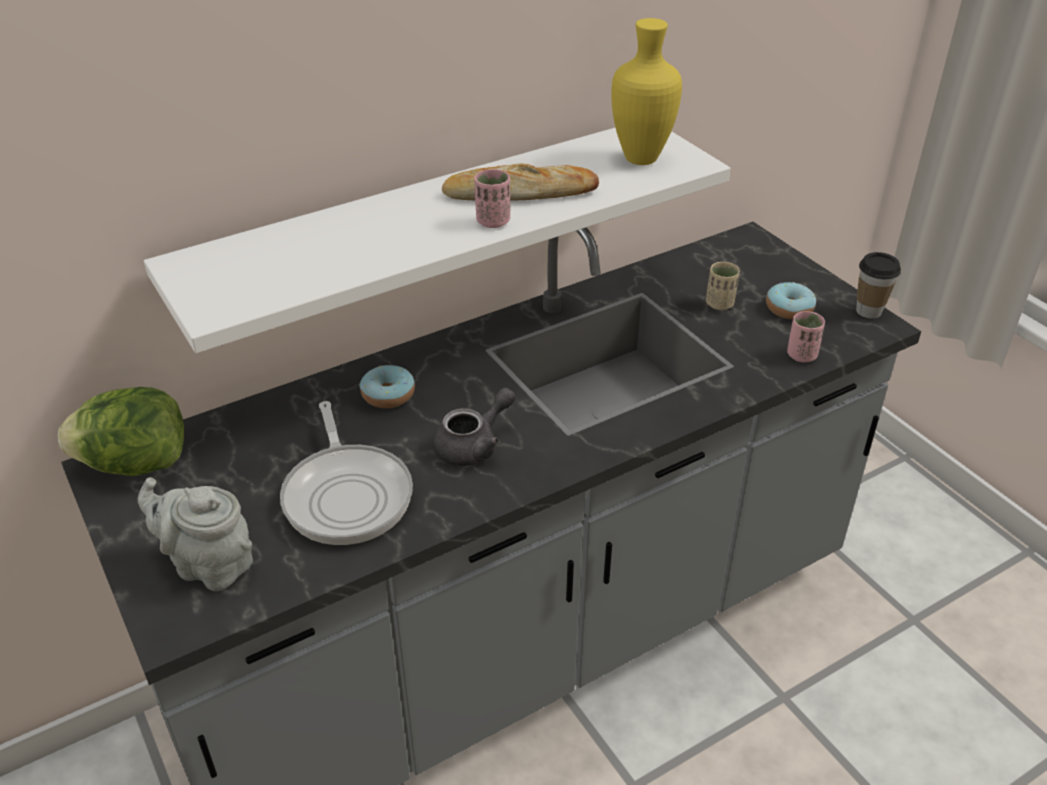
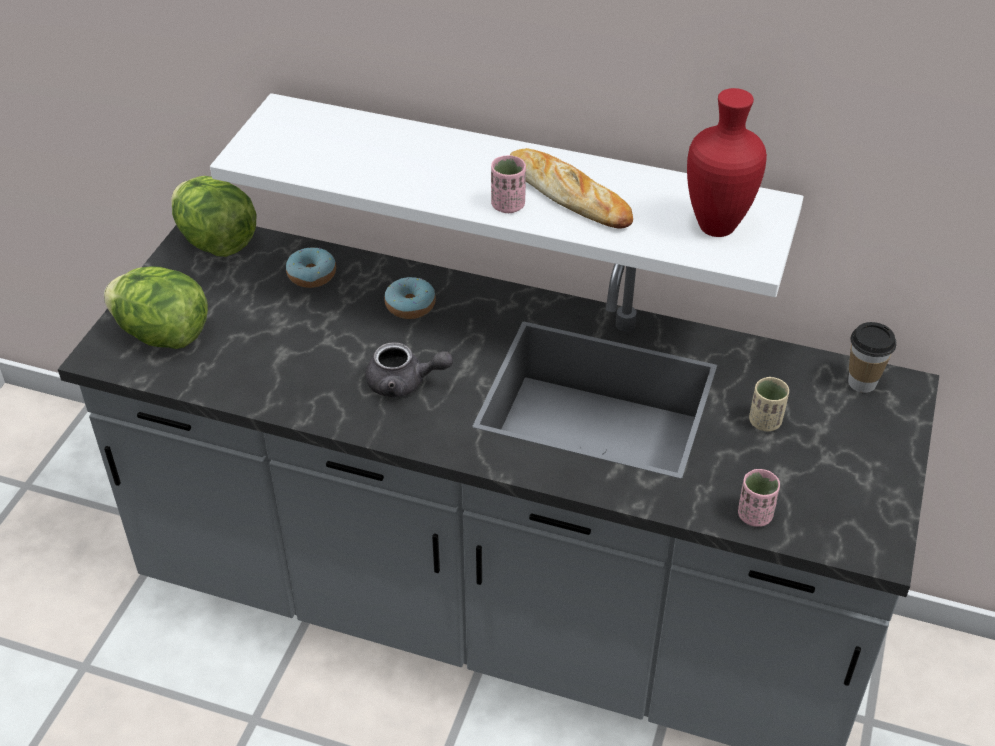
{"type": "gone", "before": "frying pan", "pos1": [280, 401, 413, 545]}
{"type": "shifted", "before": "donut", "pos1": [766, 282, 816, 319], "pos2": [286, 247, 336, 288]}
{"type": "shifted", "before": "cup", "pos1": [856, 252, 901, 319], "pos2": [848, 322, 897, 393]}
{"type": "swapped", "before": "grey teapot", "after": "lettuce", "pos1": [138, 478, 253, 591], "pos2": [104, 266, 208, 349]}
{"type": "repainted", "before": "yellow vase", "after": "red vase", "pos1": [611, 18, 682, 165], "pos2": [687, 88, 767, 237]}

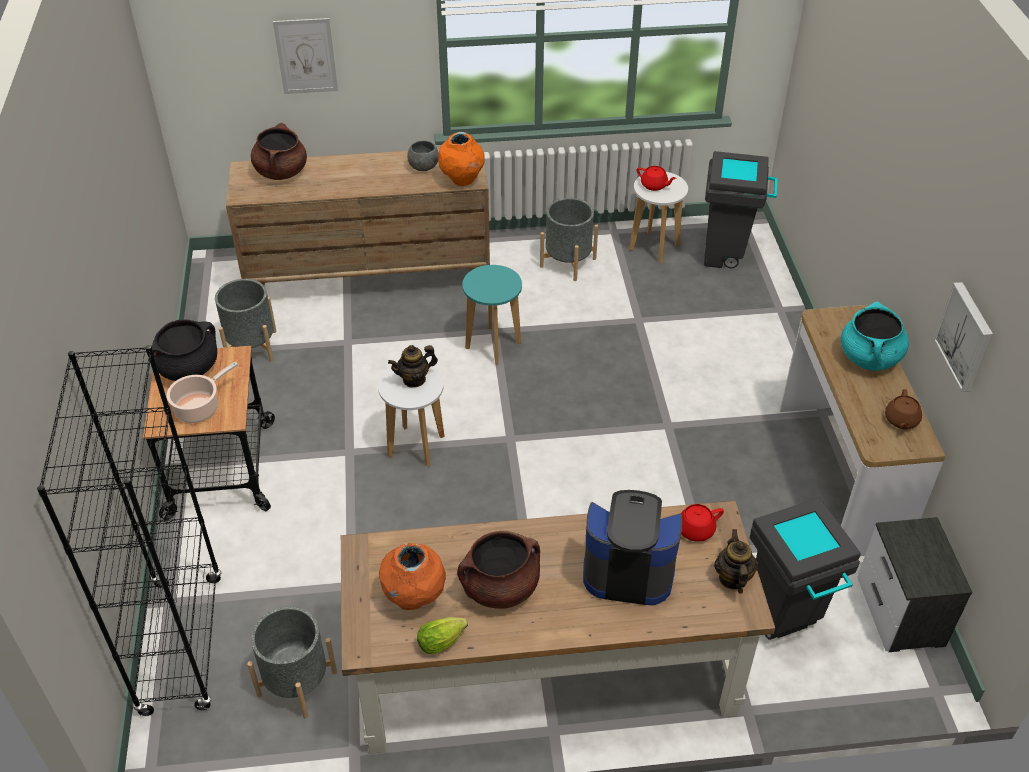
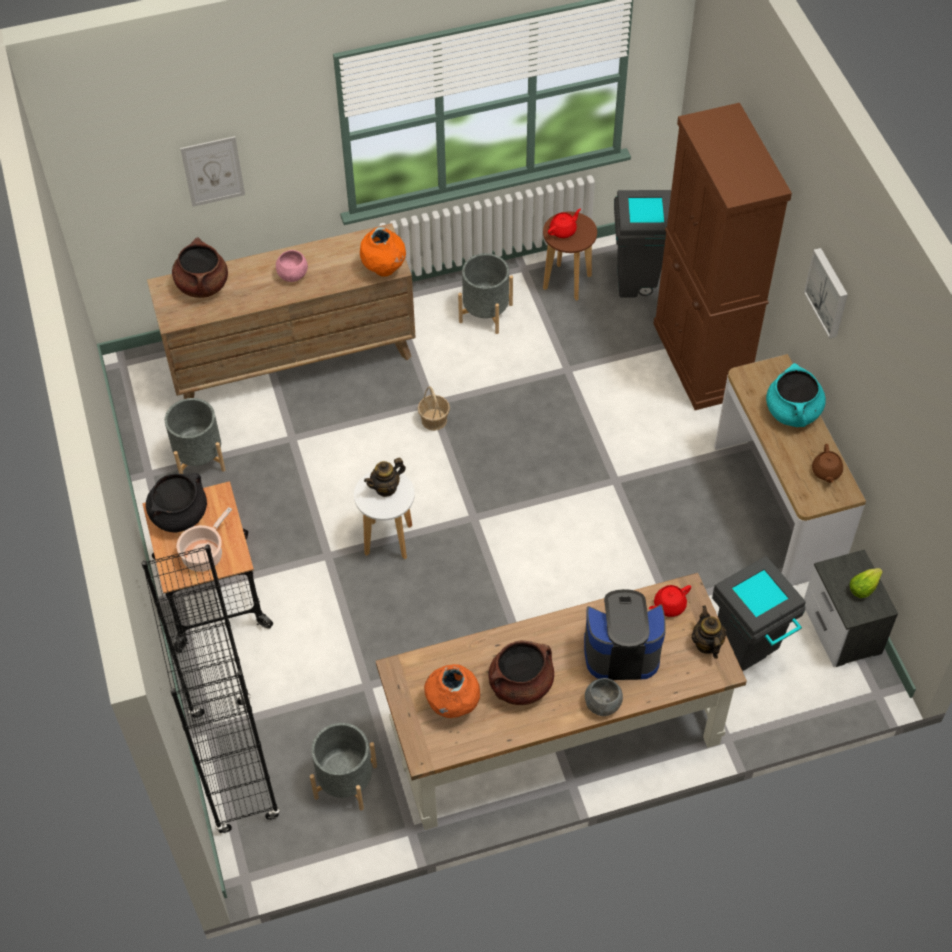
{"type": "new", "after": "pink bowl", "pos2": [276, 250, 308, 282]}
{"type": "new", "after": "brown cabinet", "pos2": [653, 103, 792, 410]}
{"type": "shifted", "before": "grey bowl", "pos1": [407, 140, 439, 171], "pos2": [585, 678, 623, 716]}
{"type": "shifted", "before": "lettuce", "pos1": [417, 617, 468, 654], "pos2": [849, 568, 883, 598]}
{"type": "shifted", "before": "picture", "pos1": [934, 282, 993, 392], "pos2": [804, 248, 848, 339]}
{"type": "swapped", "before": "turquoise stool", "after": "basket", "pos1": [462, 265, 522, 365], "pos2": [418, 386, 450, 431]}
{"type": "repainted", "before": "white stool", "after": "brown stool", "pos1": [629, 172, 688, 263], "pos2": [543, 212, 597, 301]}
{"type": "rotated", "before": "red teapot", "pos1": [636, 166, 677, 191], "pos2": [548, 209, 581, 238], "turn": -60}

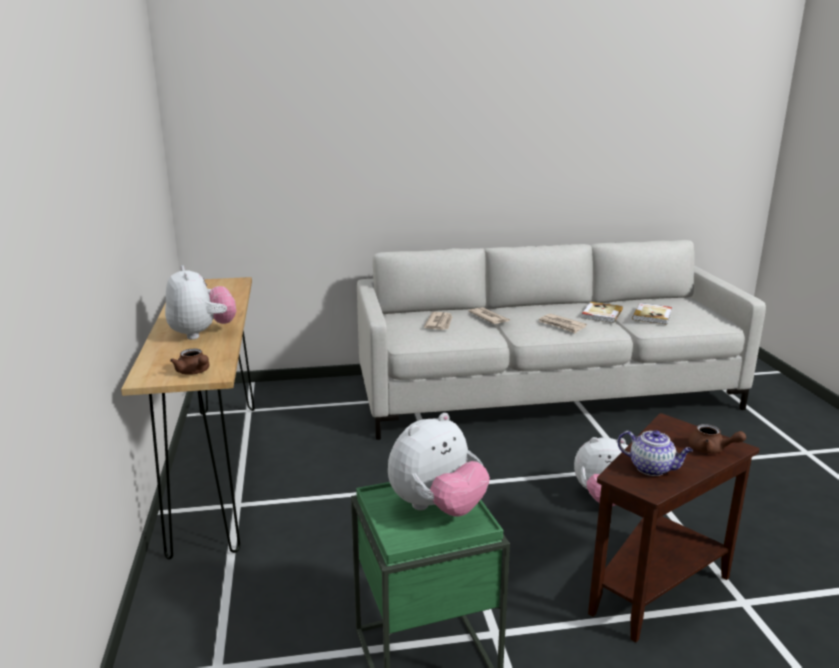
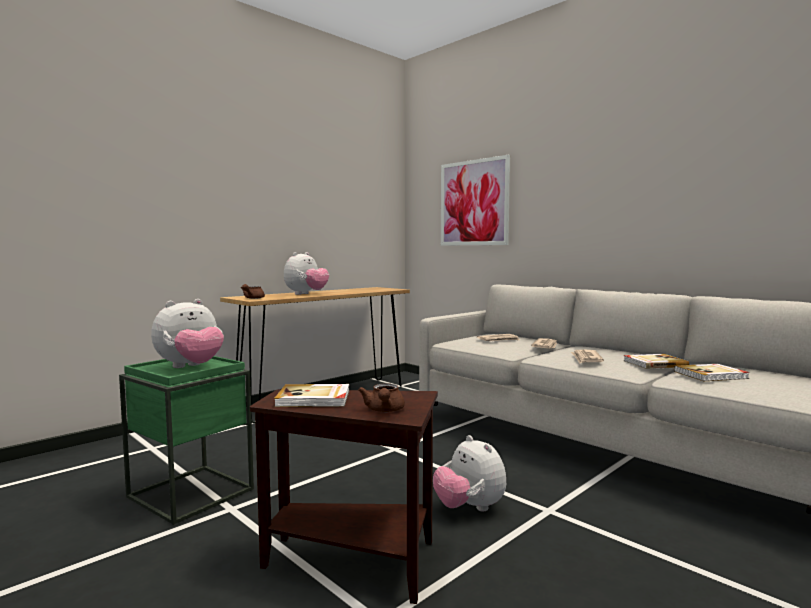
{"type": "new", "after": "picture", "pos2": [441, 155, 510, 246]}
{"type": "swapped", "before": "teapot", "after": "book", "pos1": [618, 430, 693, 476], "pos2": [274, 384, 349, 407]}
{"type": "rotated", "before": "plush toy", "pos1": [388, 413, 490, 516], "pos2": [151, 299, 224, 368], "turn": -60}

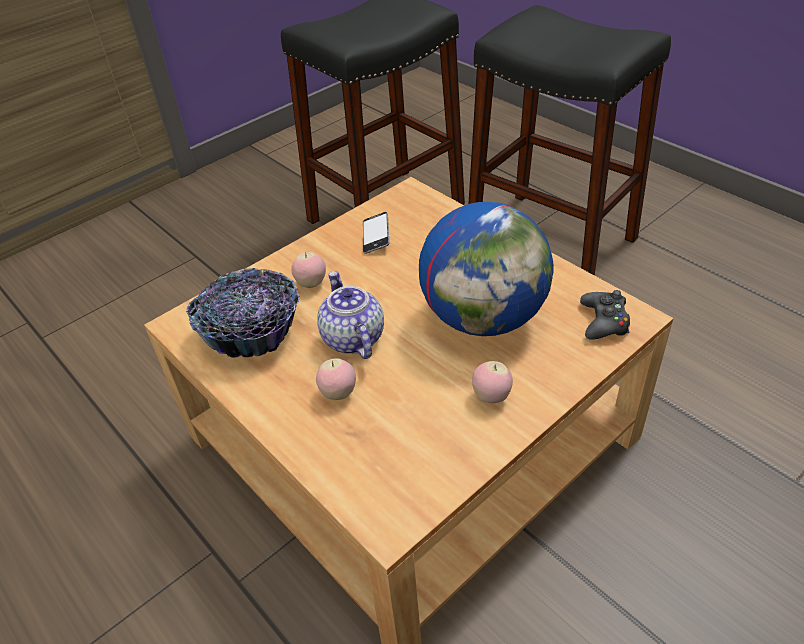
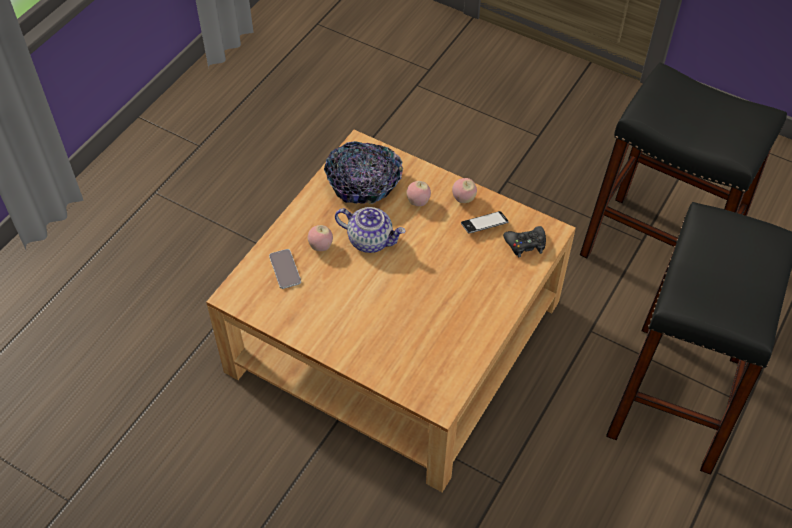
{"type": "gone", "before": "globe", "pos1": [419, 202, 554, 336]}
{"type": "new", "after": "phone", "pos2": [269, 249, 301, 289]}
{"type": "shifted", "before": "apple", "pos1": [472, 361, 513, 403], "pos2": [452, 178, 477, 203]}
{"type": "shifted", "before": "black game controller", "pos1": [580, 290, 630, 340], "pos2": [503, 226, 546, 257]}
{"type": "rotated", "before": "teapot", "pos1": [317, 271, 384, 359], "pos2": [335, 207, 406, 253], "turn": 60}

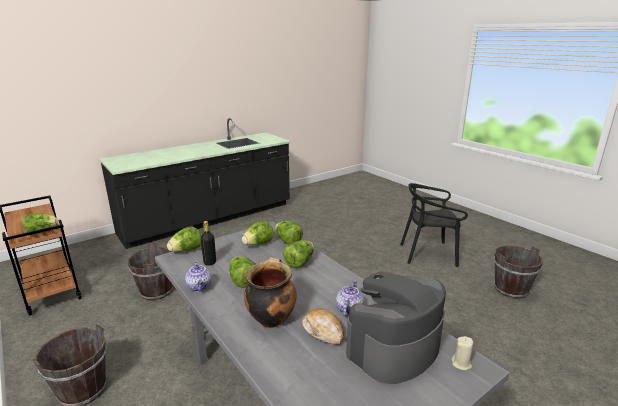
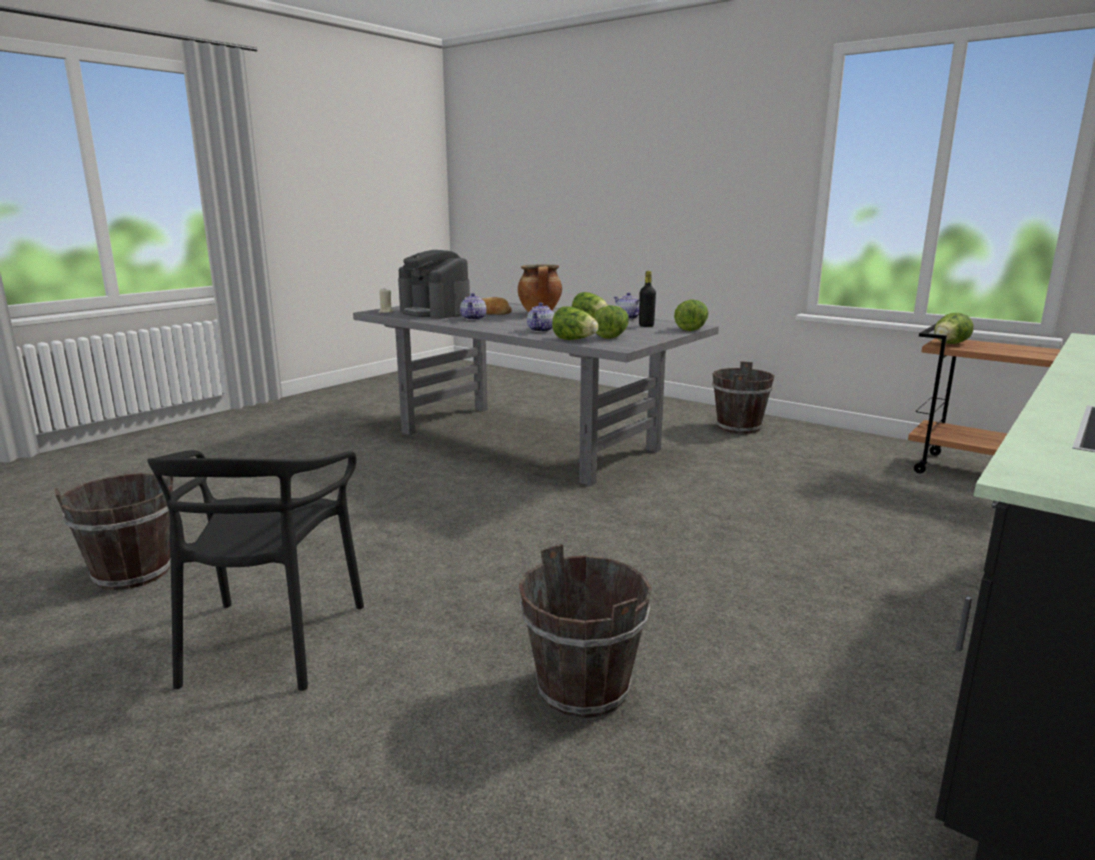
{"type": "shifted", "before": "brown bucket", "pos1": [127, 242, 173, 300], "pos2": [519, 544, 652, 718]}
{"type": "swapped", "before": "lettuce", "after": "teapot", "pos1": [283, 240, 314, 268], "pos2": [527, 302, 554, 332]}
{"type": "rotated", "before": "coffee machine", "pos1": [346, 272, 446, 384], "pos2": [398, 250, 470, 319], "turn": 105}
{"type": "rotated", "before": "black chair", "pos1": [400, 183, 468, 267], "pos2": [147, 450, 364, 691], "turn": 105}

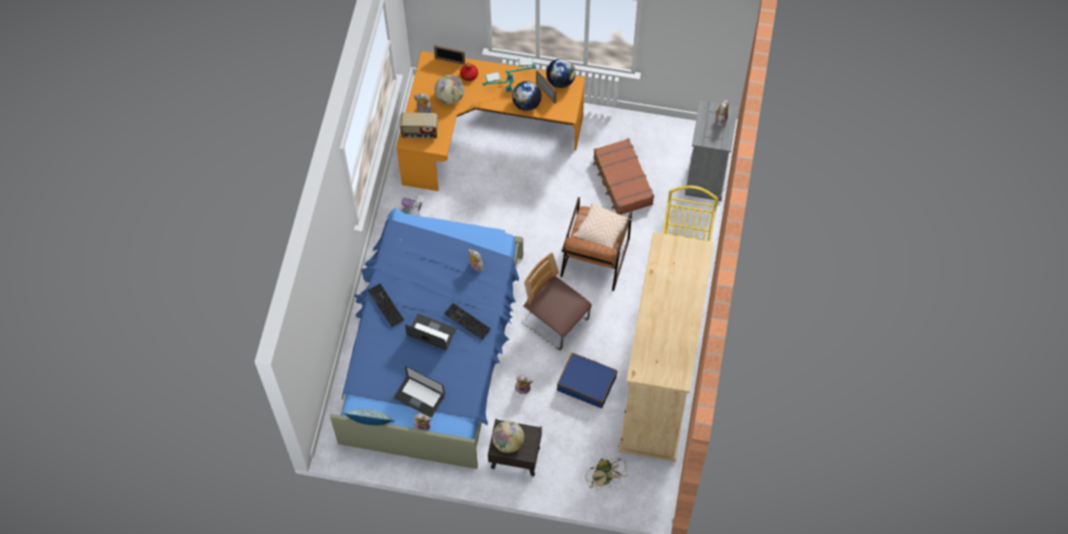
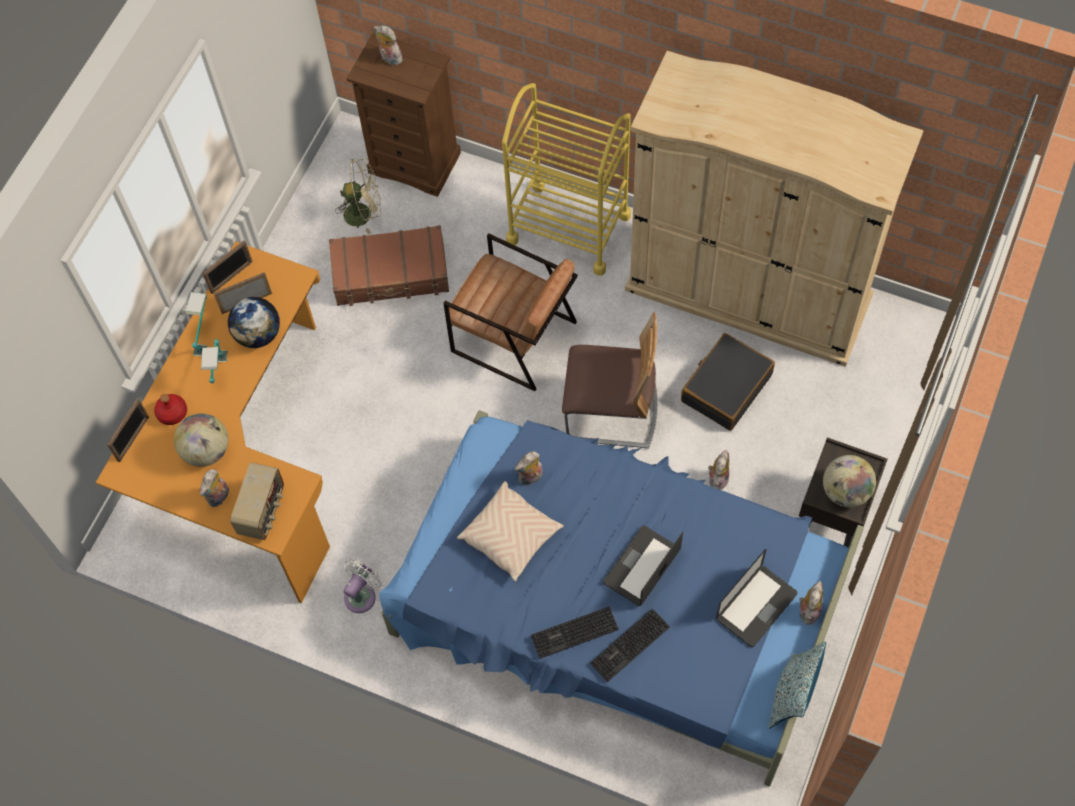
{"type": "shifted", "before": "keyboard", "pos1": [444, 303, 491, 340], "pos2": [590, 609, 670, 682]}
{"type": "shifted", "before": "beige pillow", "pos1": [573, 203, 631, 249], "pos2": [457, 481, 564, 581]}
{"type": "shifted", "before": "beige fan", "pos1": [585, 458, 628, 490], "pos2": [335, 159, 381, 234]}
{"type": "swapped", "before": "globe", "after": "picture frame", "pos1": [546, 58, 576, 88], "pos2": [202, 240, 253, 294]}
{"type": "repainted", "before": "blue suitcase", "after": "black suitcase", "pos1": [557, 353, 617, 408], "pos2": [681, 333, 775, 431]}
{"type": "repainted", "before": "grey dresser", "after": "brown dresser", "pos1": [685, 100, 738, 201], "pos2": [347, 32, 461, 197]}
{"type": "rotated", "before": "chair", "pos1": [522, 253, 592, 350], "pos2": [562, 312, 658, 448], "turn": -135}

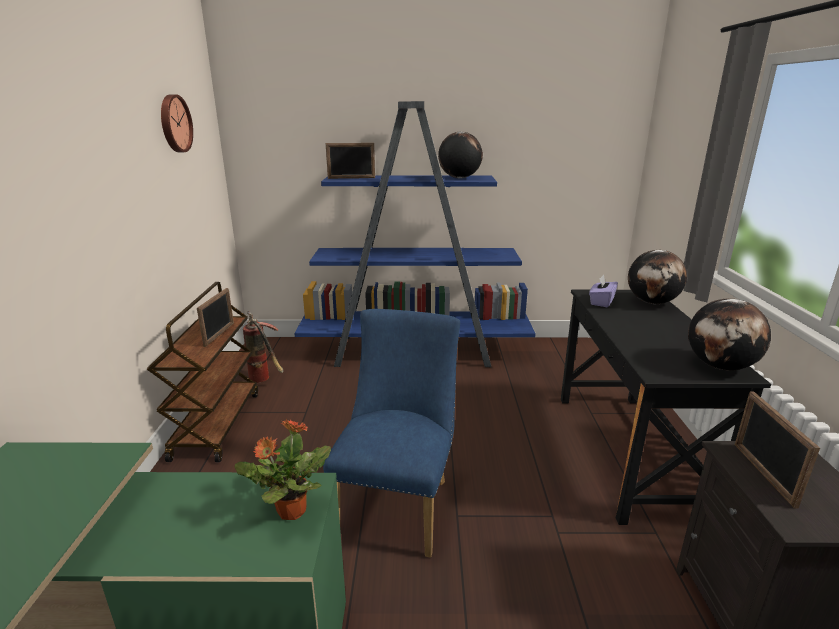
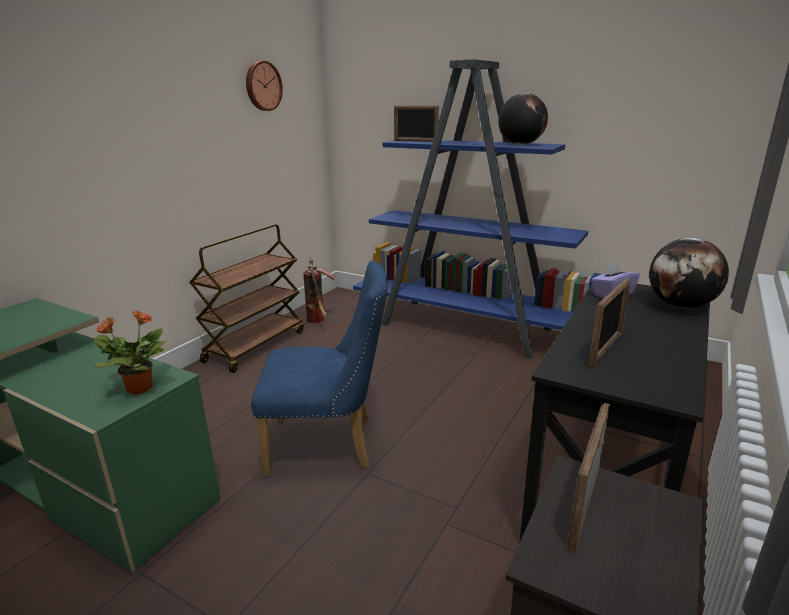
{"type": "gone", "before": "globe", "pos1": [688, 299, 771, 371]}
{"type": "shifted", "before": "picture frame", "pos1": [197, 288, 234, 347], "pos2": [588, 278, 631, 367]}
{"type": "rotated", "before": "blue chair", "pos1": [323, 309, 460, 558], "pos2": [251, 261, 387, 477], "turn": 45}

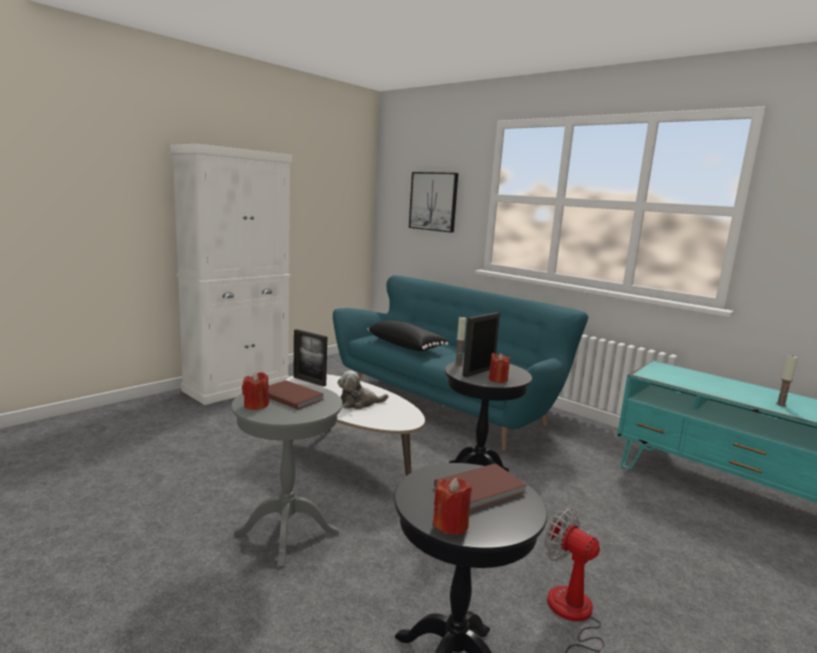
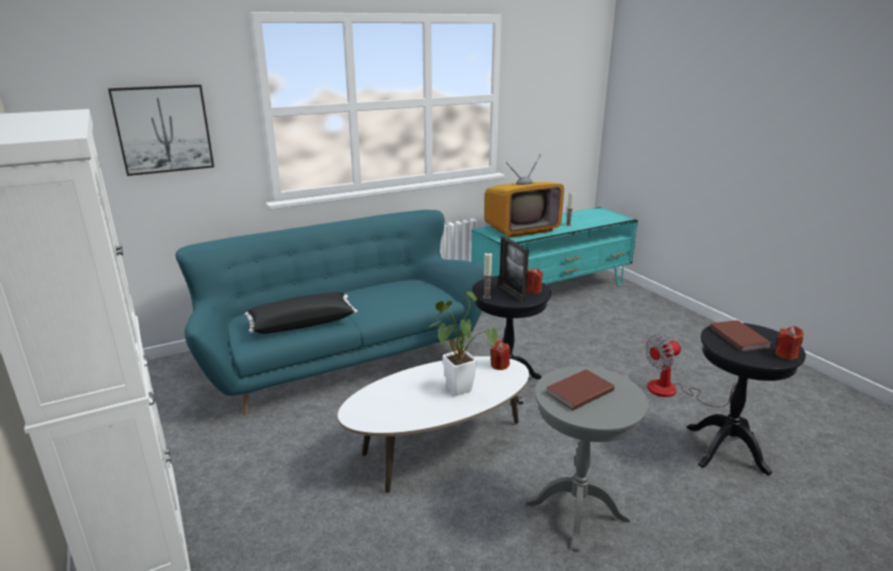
{"type": "gone", "before": "picture frame", "pos1": [293, 329, 327, 387]}
{"type": "new", "after": "television", "pos2": [484, 154, 564, 238]}
{"type": "shifted", "before": "red candle", "pos1": [242, 372, 269, 410], "pos2": [491, 340, 510, 370]}
{"type": "swapped", "before": "plush toy", "after": "potted plant", "pos1": [337, 370, 388, 409], "pos2": [428, 290, 498, 396]}

